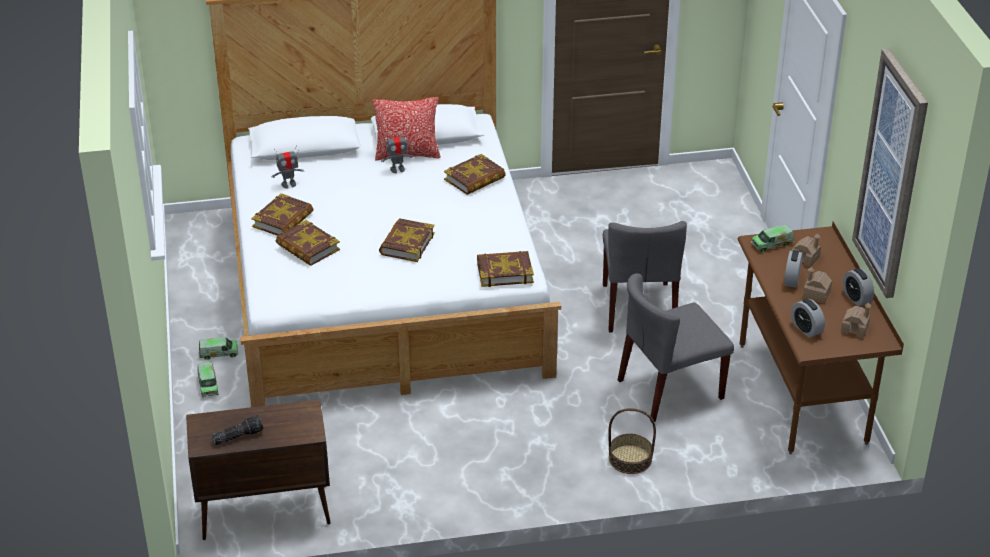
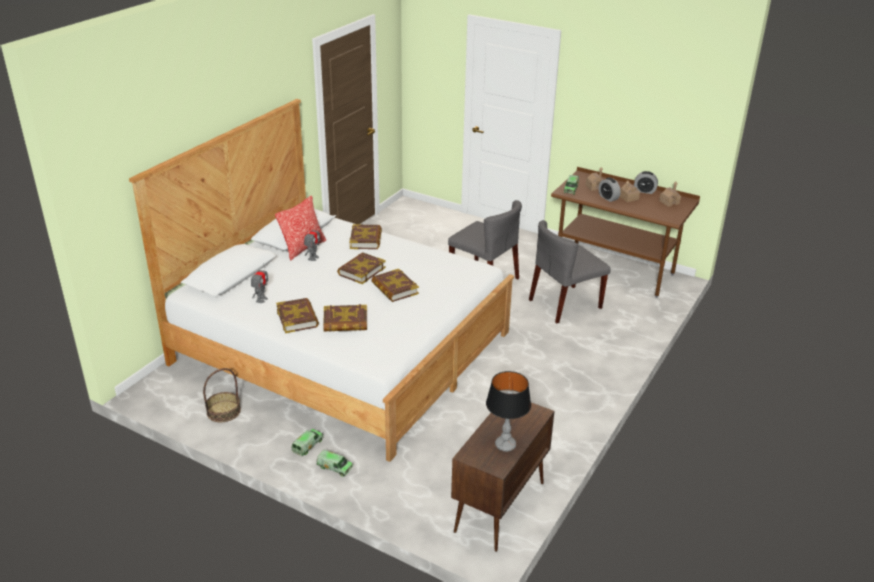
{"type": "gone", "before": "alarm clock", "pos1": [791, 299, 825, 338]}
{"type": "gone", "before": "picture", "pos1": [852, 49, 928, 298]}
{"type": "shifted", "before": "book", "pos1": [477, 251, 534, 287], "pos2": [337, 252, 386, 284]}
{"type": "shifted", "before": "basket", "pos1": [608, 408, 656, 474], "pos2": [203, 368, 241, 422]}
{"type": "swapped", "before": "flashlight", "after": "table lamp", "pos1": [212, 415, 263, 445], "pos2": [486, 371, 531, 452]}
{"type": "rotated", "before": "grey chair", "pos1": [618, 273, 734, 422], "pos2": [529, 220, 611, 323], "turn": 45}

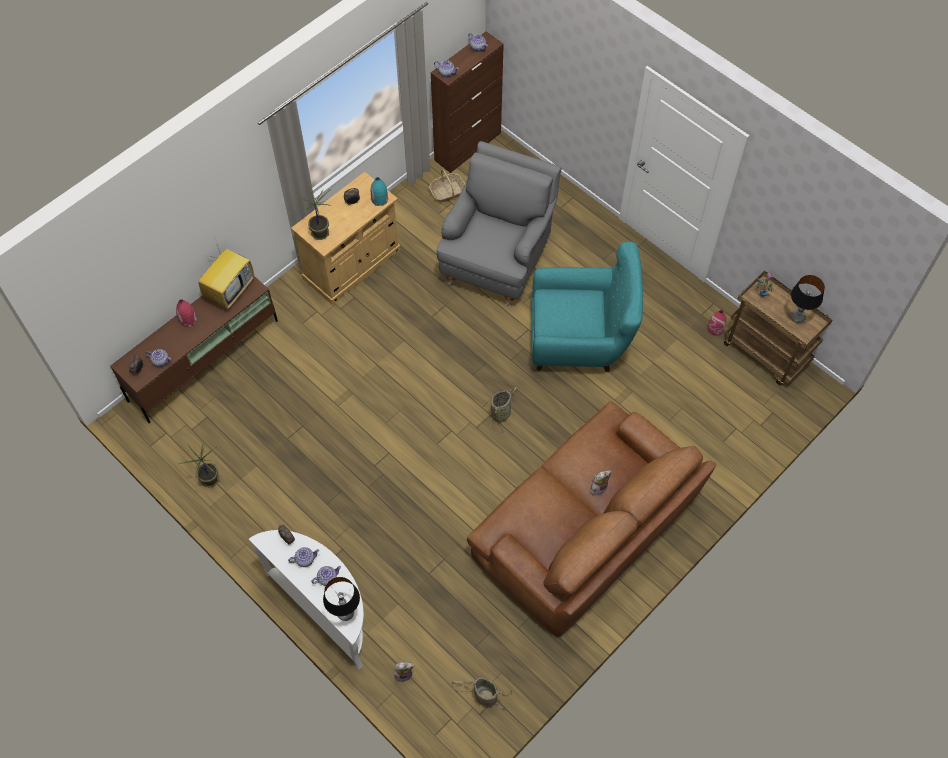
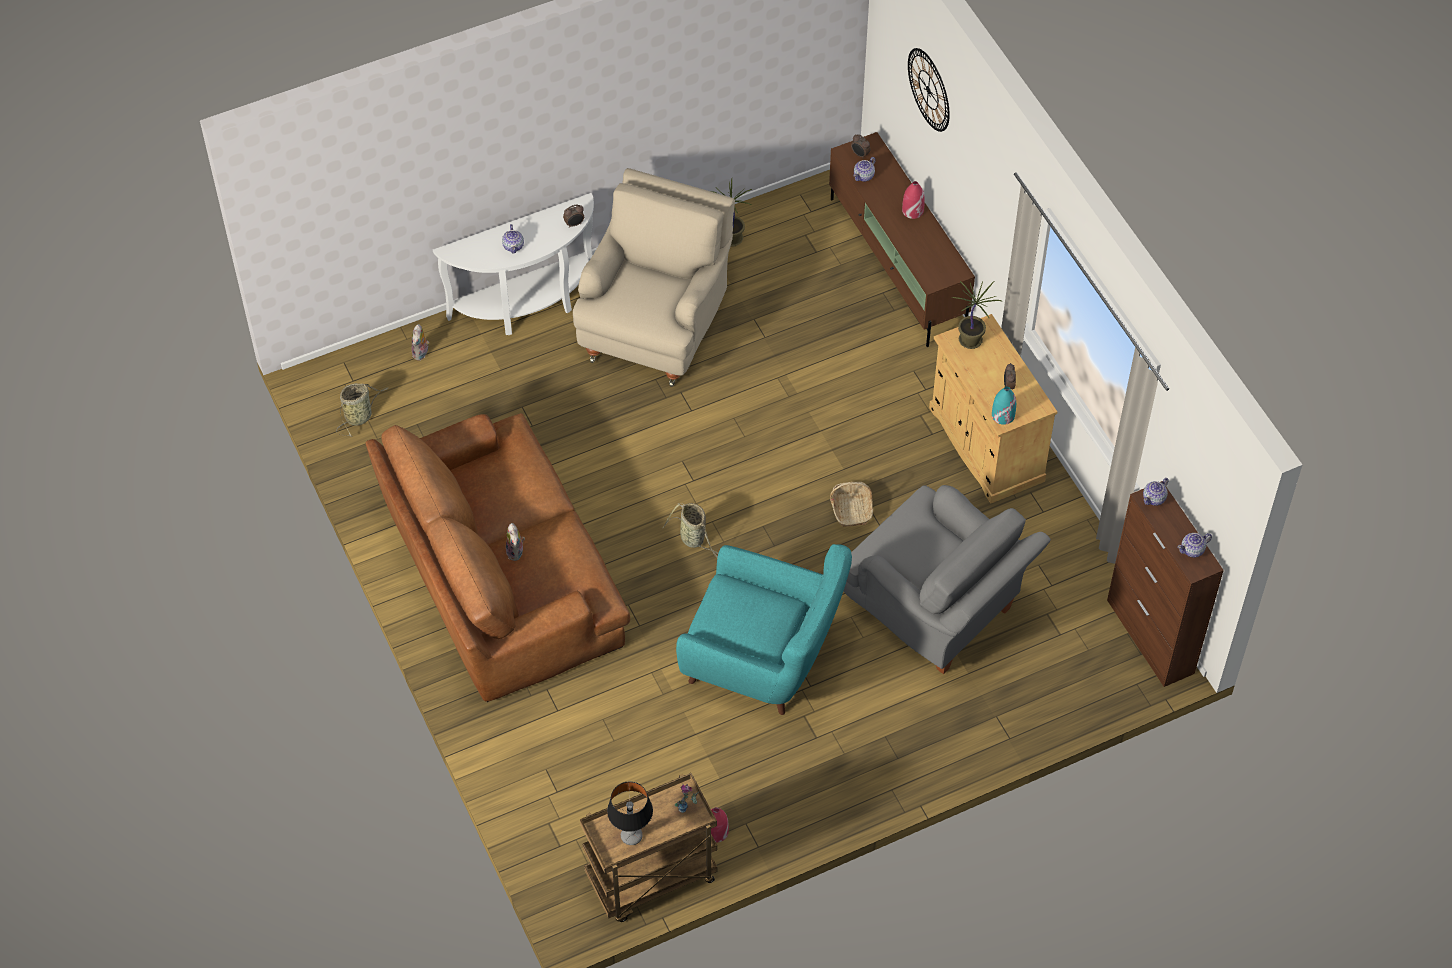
{"type": "gone", "before": "television", "pos1": [198, 245, 254, 309]}
{"type": "gone", "before": "teapot", "pos1": [288, 547, 320, 567]}
{"type": "gone", "before": "table lamp", "pos1": [323, 577, 360, 621]}
{"type": "new", "after": "beige armchair", "pos2": [573, 168, 735, 387]}
{"type": "new", "after": "wall clock", "pos2": [908, 48, 950, 132]}
{"type": "shifted", "before": "basket", "pos1": [429, 169, 465, 203], "pos2": [830, 482, 873, 527]}
{"type": "rotated", "before": "turquoise armchair", "pos1": [532, 242, 643, 372], "pos2": [676, 544, 852, 715], "turn": -90}

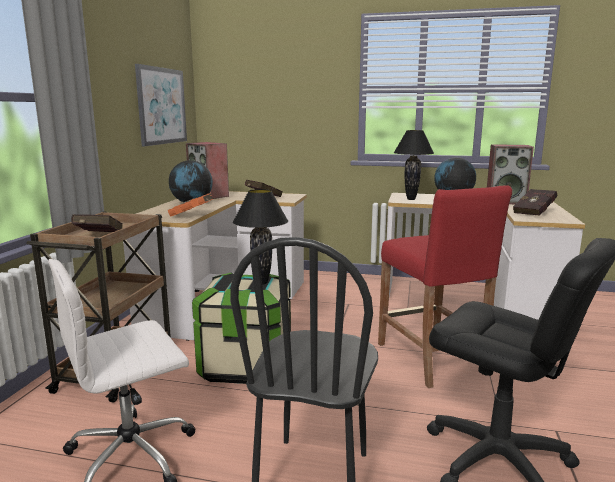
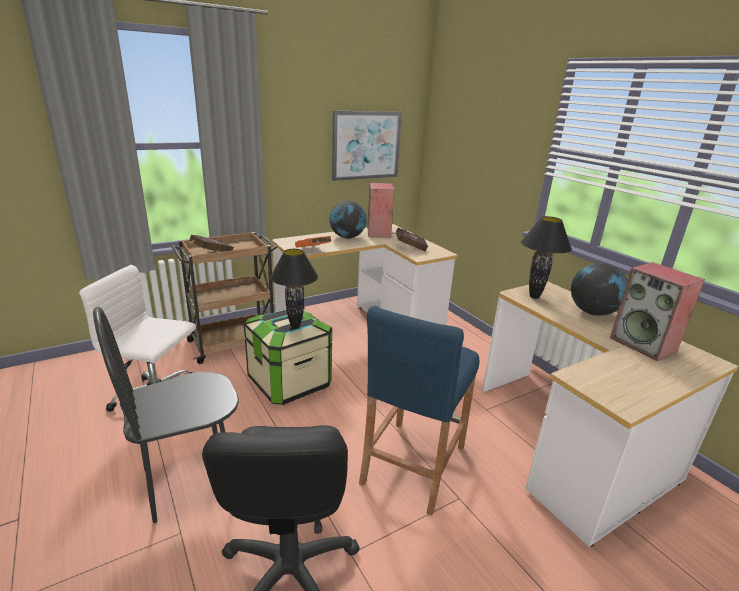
{"type": "gone", "before": "red book", "pos1": [513, 189, 557, 216]}
{"type": "repainted", "before": "red stool", "after": "blue stool", "pos1": [378, 185, 512, 388], "pos2": [359, 306, 479, 515]}

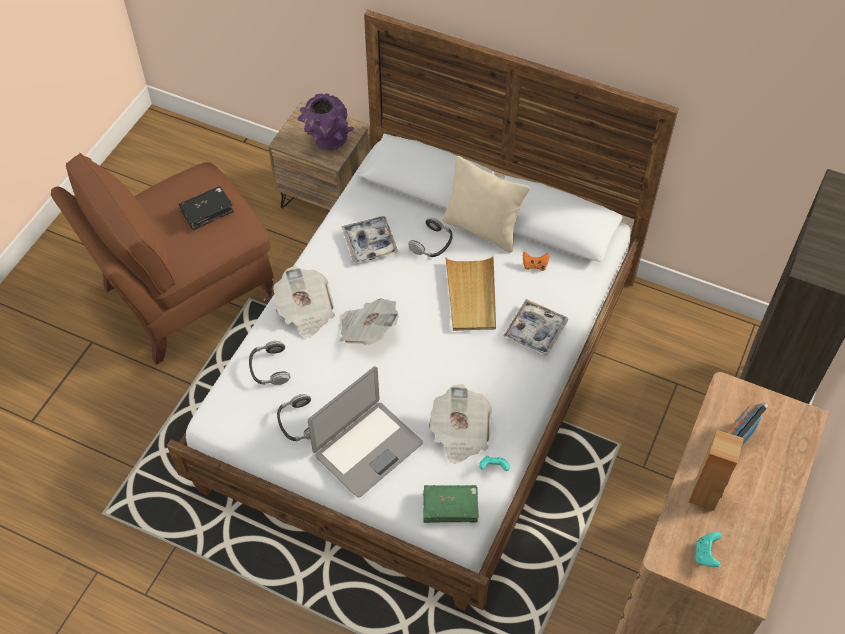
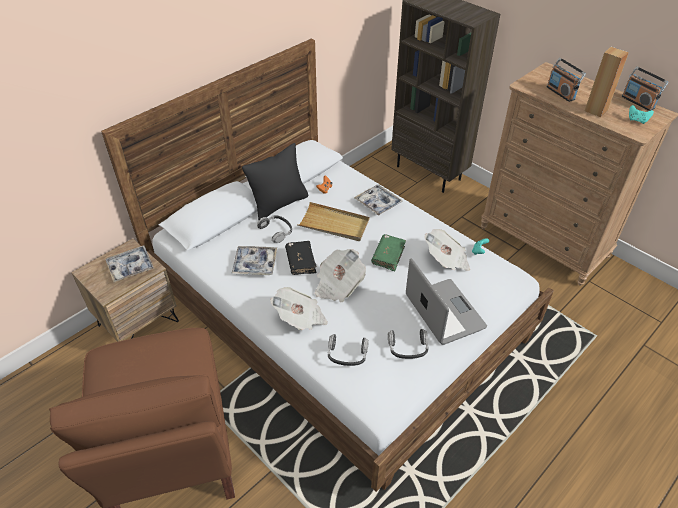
{"type": "new", "after": "radio", "pos2": [622, 66, 669, 111]}
{"type": "shifted", "before": "black book", "pos1": [179, 186, 234, 230], "pos2": [285, 241, 317, 275]}
{"type": "shifted", "before": "green book", "pos1": [423, 485, 479, 523], "pos2": [371, 234, 406, 271]}
{"type": "swapped", "before": "purple vase", "after": "tray", "pos1": [298, 94, 354, 151], "pos2": [105, 245, 154, 282]}
{"type": "repainted", "before": "beige pillow", "after": "black pillow", "pos1": [442, 156, 530, 253], "pos2": [242, 143, 308, 220]}

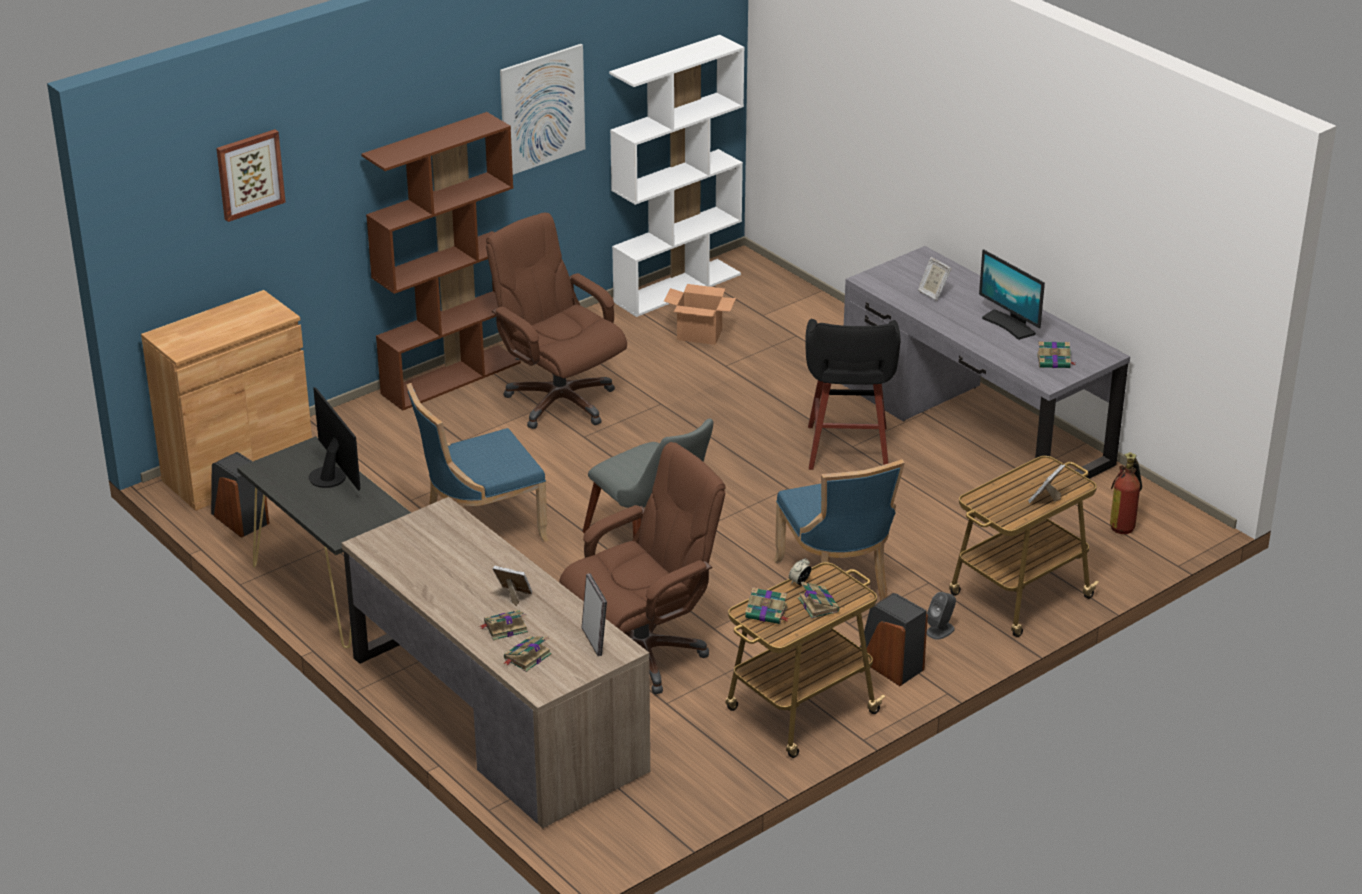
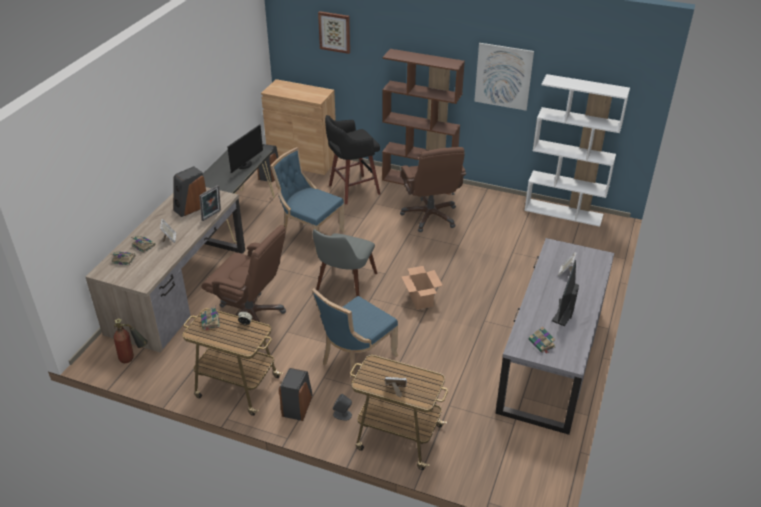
{"type": "gone", "before": "book", "pos1": [798, 582, 839, 619]}
{"type": "new", "after": "speaker", "pos2": [173, 166, 206, 217]}
{"type": "shifted", "before": "picture frame", "pos1": [582, 574, 607, 656], "pos2": [199, 185, 221, 221]}
{"type": "shifted", "before": "cardboard box", "pos1": [664, 284, 736, 345], "pos2": [402, 266, 443, 310]}
{"type": "shifted", "before": "black stool", "pos1": [805, 318, 900, 470], "pos2": [325, 115, 381, 205]}
{"type": "shifted", "before": "fire extinguisher", "pos1": [1110, 452, 1142, 534], "pos2": [114, 318, 148, 363]}
{"type": "rotated", "before": "brown office chair", "pos1": [486, 213, 627, 429], "pos2": [400, 147, 466, 232], "turn": 150}

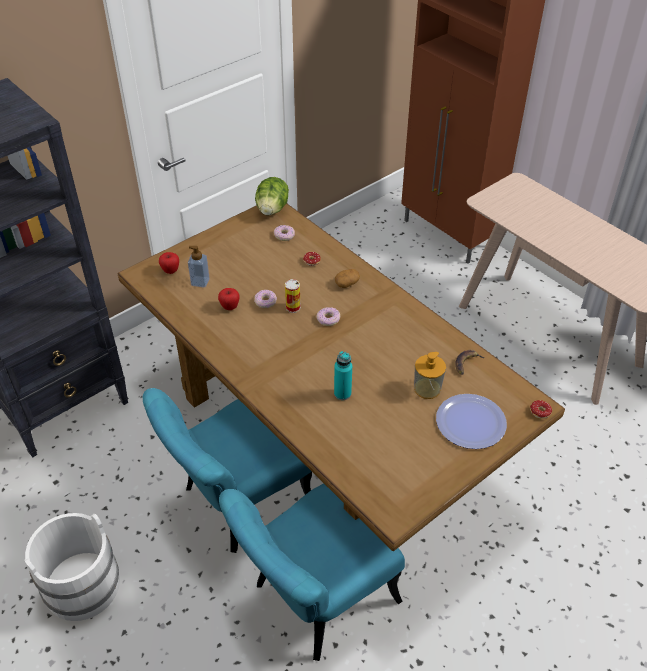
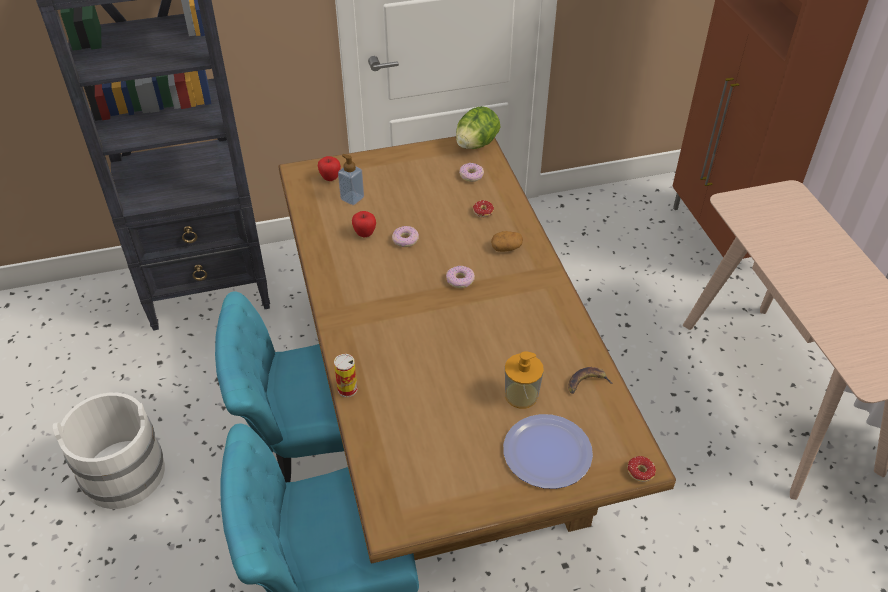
{"type": "gone", "before": "turquoise bottle", "pos1": [334, 351, 352, 400]}
{"type": "shifted", "before": "can", "pos1": [285, 279, 301, 313], "pos2": [334, 354, 358, 397]}

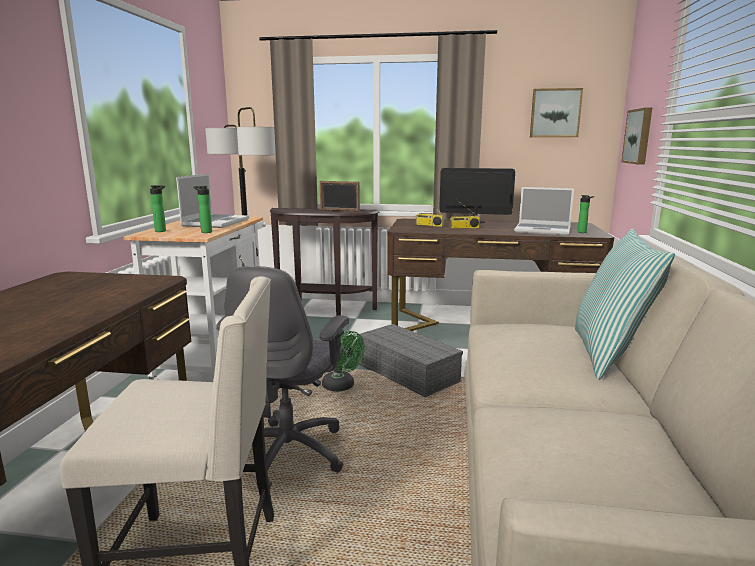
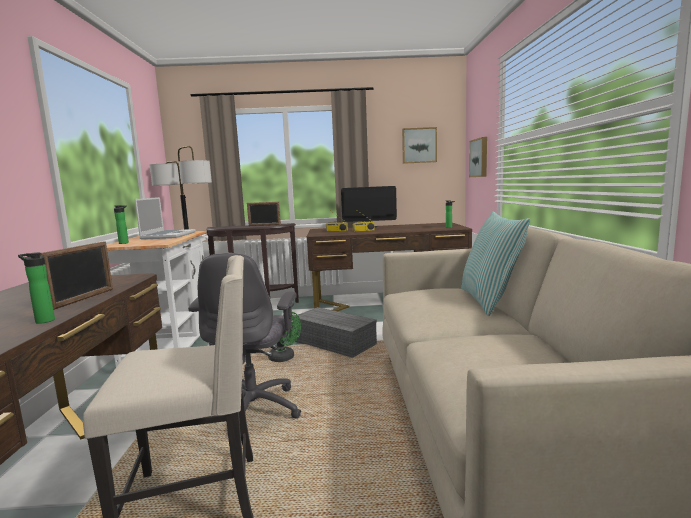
{"type": "gone", "before": "laptop", "pos1": [514, 187, 574, 235]}
{"type": "new", "after": "picture frame", "pos2": [40, 241, 113, 310]}
{"type": "shifted", "before": "bottle", "pos1": [194, 186, 212, 233], "pos2": [18, 252, 55, 324]}

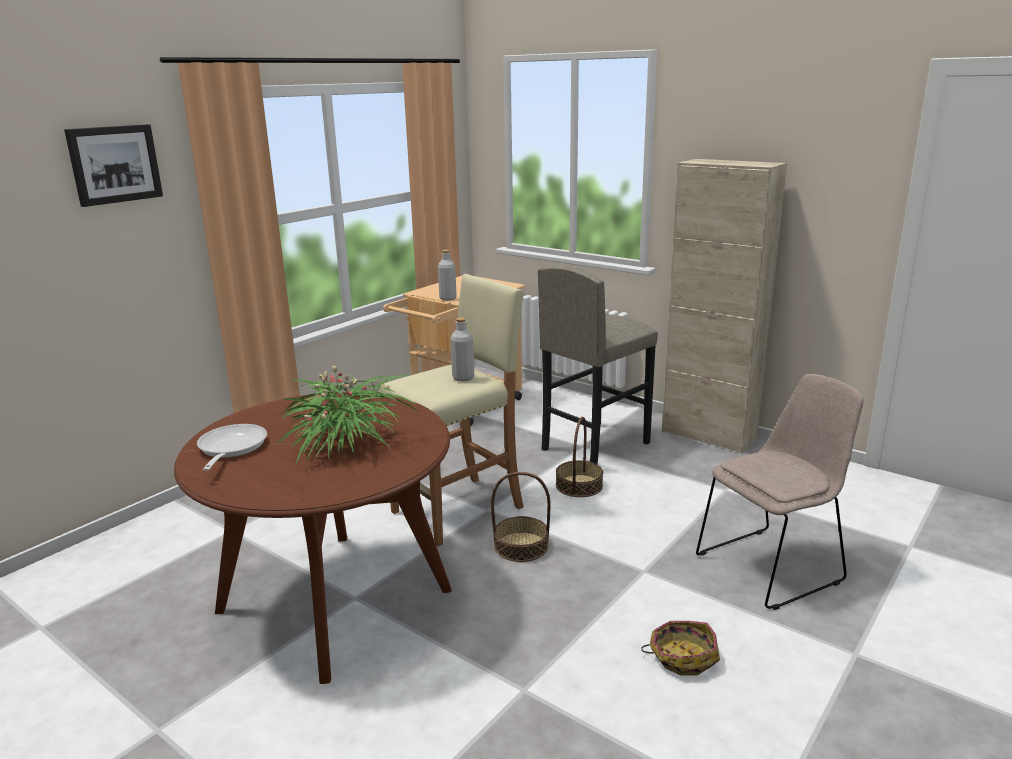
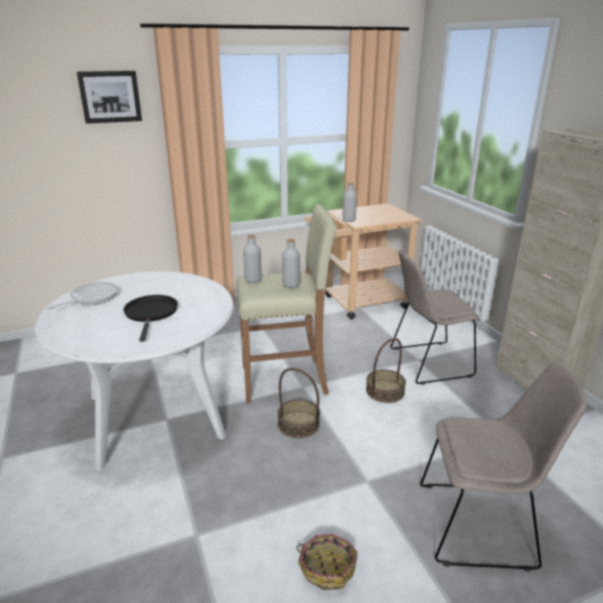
{"type": "new", "after": "grey bottle", "pos2": [243, 234, 262, 283]}
{"type": "swapped", "before": "potted plant", "after": "black frying pan", "pos1": [278, 366, 417, 463], "pos2": [123, 295, 178, 342]}
{"type": "swapped", "before": "grey stool", "after": "beige chair", "pos1": [538, 266, 658, 465], "pos2": [390, 250, 479, 385]}
{"type": "repainted", "before": "brown dining table", "after": "white dining table", "pos1": [174, 392, 451, 684], "pos2": [35, 272, 234, 471]}

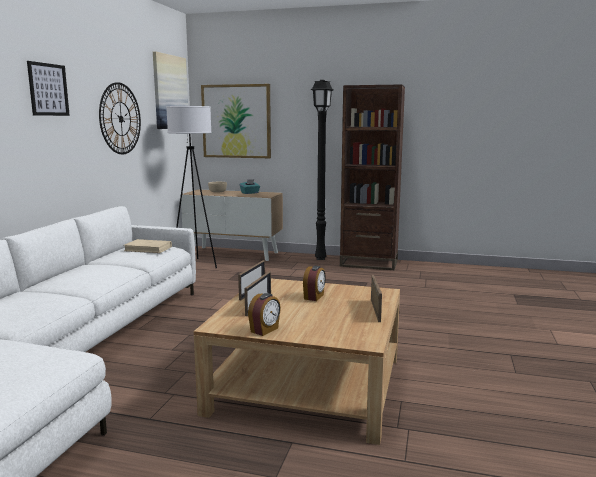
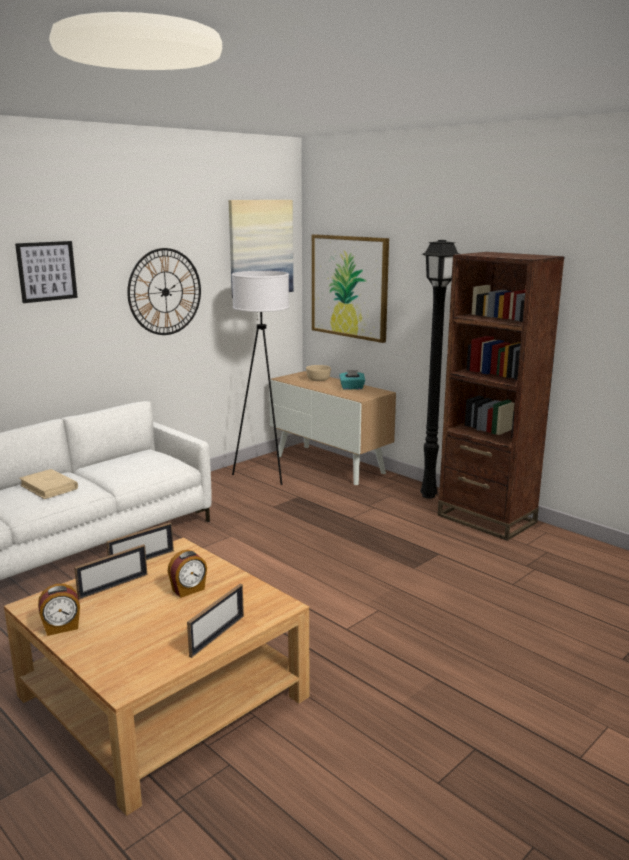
{"type": "shifted", "before": "beige book", "pos1": [124, 239, 172, 253], "pos2": [19, 469, 78, 499]}

